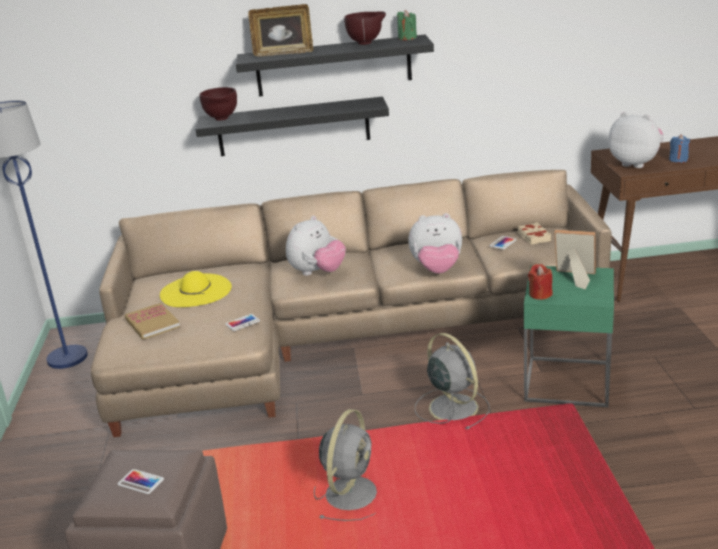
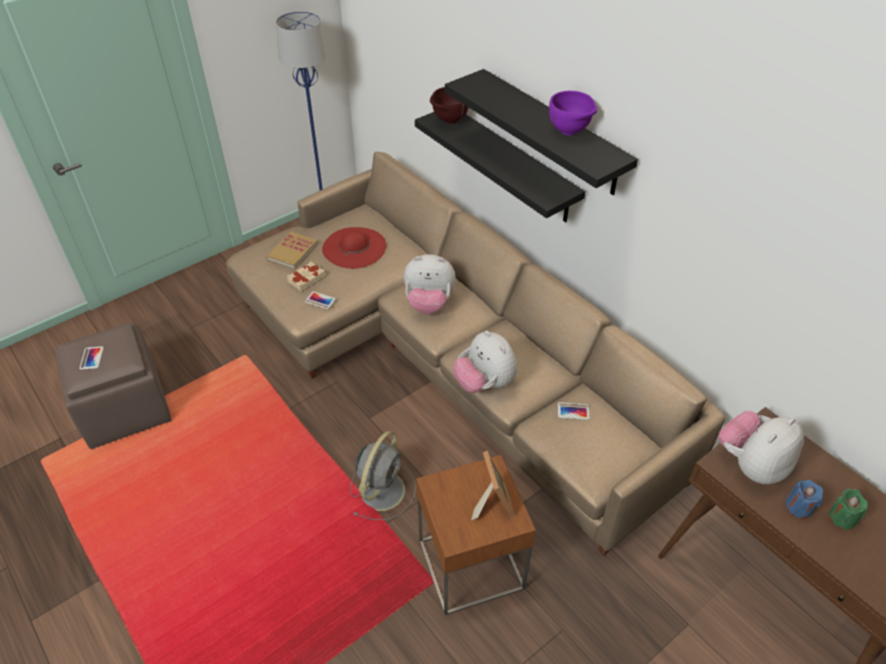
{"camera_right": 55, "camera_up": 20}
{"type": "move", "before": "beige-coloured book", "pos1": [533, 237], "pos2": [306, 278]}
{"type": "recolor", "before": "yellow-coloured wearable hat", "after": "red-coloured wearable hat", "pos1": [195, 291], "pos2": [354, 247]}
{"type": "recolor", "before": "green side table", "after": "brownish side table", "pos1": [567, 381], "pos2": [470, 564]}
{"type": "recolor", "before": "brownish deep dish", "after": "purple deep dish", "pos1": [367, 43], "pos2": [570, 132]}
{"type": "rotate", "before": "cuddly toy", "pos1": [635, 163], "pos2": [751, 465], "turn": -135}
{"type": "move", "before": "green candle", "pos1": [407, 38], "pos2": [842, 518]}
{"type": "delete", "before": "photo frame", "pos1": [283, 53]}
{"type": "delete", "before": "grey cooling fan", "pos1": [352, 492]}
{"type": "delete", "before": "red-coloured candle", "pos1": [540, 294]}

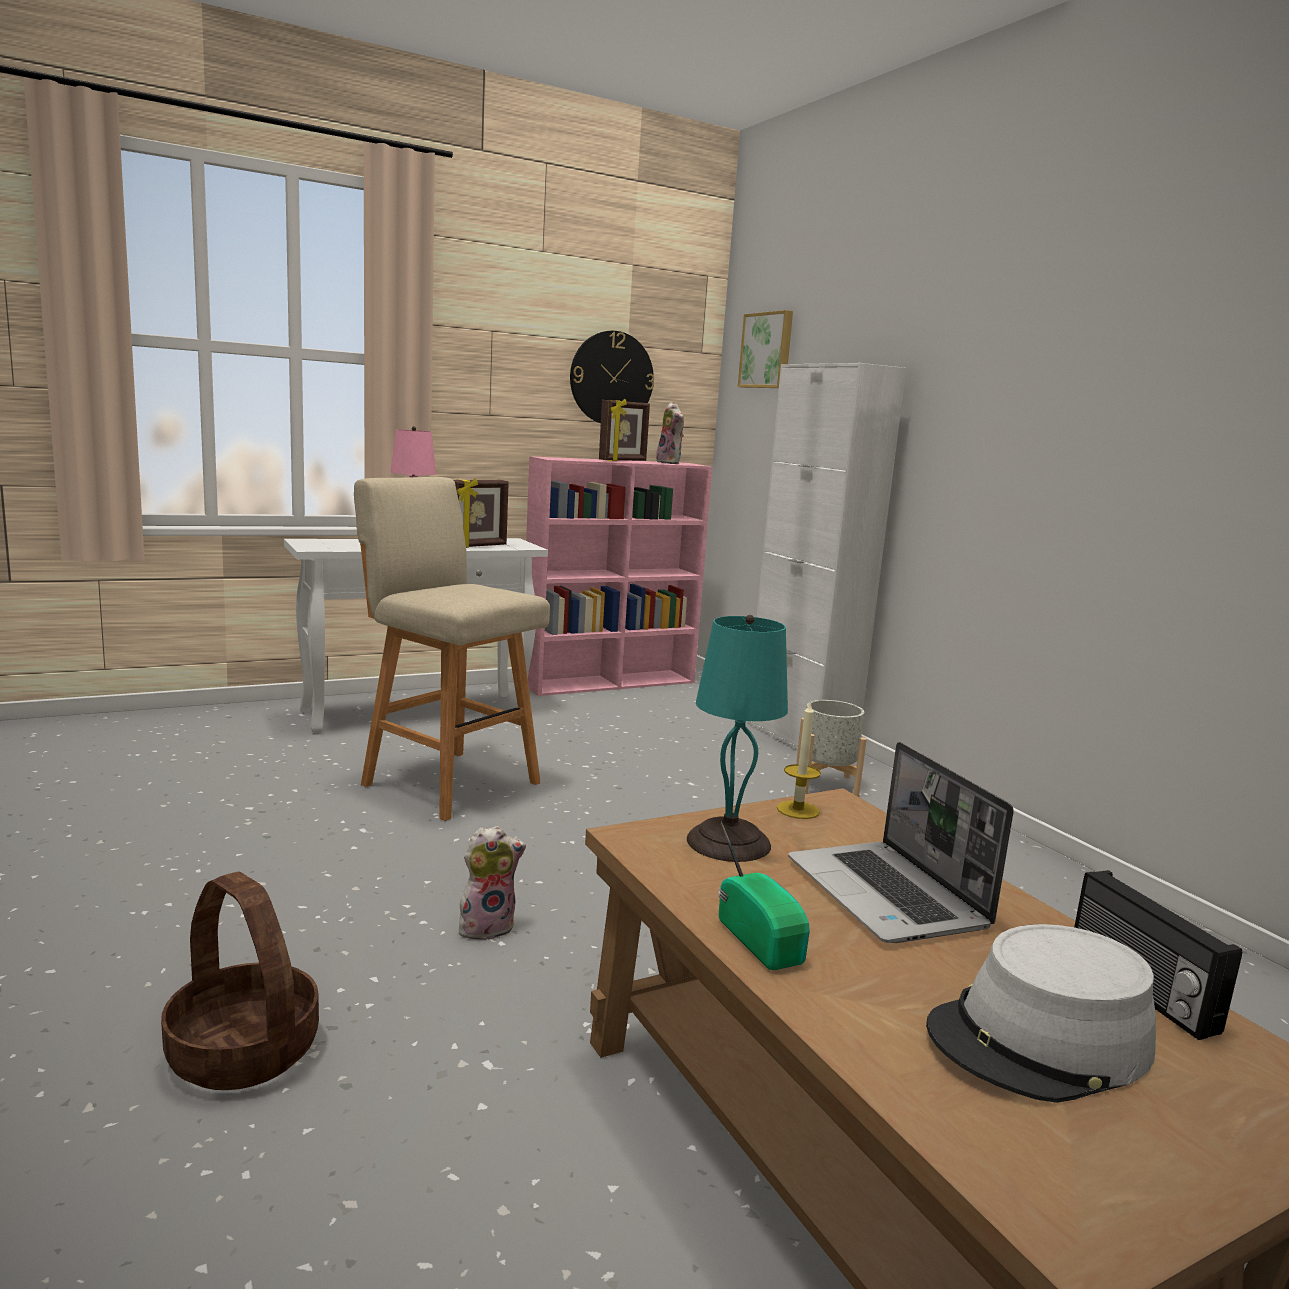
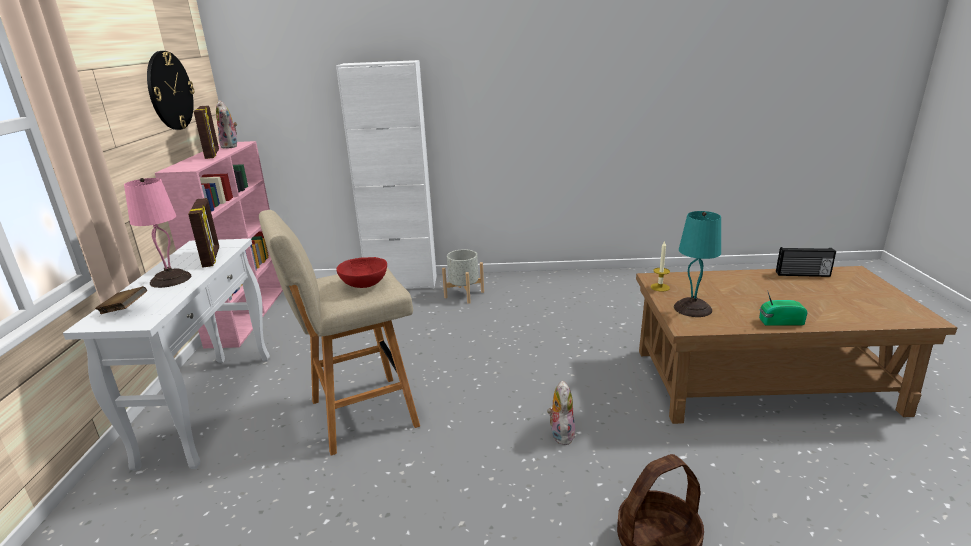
{"camera_right": -60, "camera_up": 10}
{"type": "insert", "after": "brownish book", "pos2": [125, 310]}
{"type": "rotate", "before": "cuddly toy", "pos1": [670, 463], "pos2": [231, 146], "turn": 60}
{"type": "insert", "after": "red-coloured deep dish", "pos2": [363, 285]}
{"type": "delete", "before": "wall picture", "pos1": [767, 350]}
{"type": "delete", "before": "notebook computer", "pos1": [888, 895]}
{"type": "delete", "before": "grey wearable hat", "pos1": [1040, 1040]}

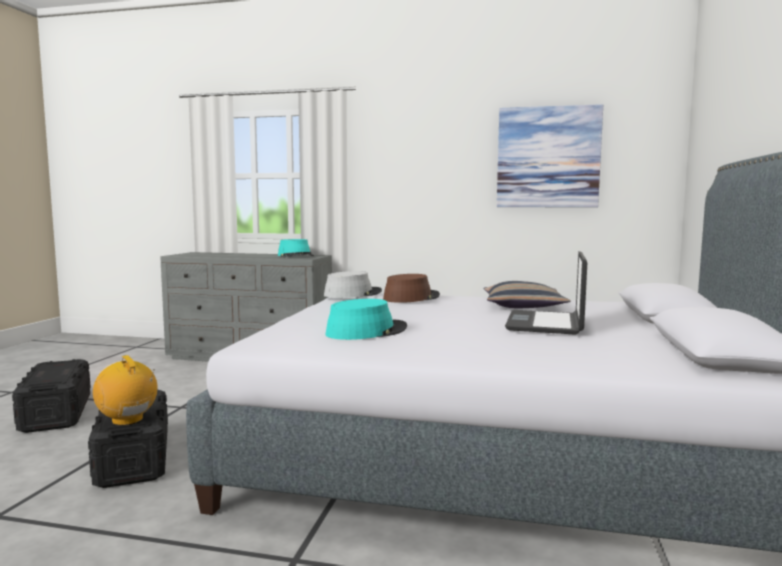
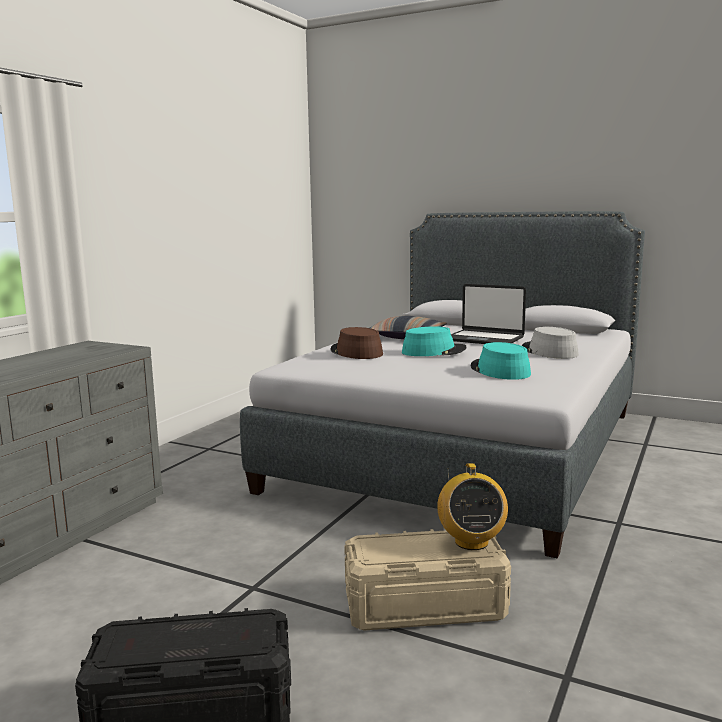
{"camera_right": -75, "camera_up": 5}
{"type": "recolor", "before": "black-coloured storage box", "after": "beige-coloured storage box", "pos1": [134, 457], "pos2": [424, 605]}
{"type": "move", "before": "turquoise wearable hat", "pos1": [296, 256], "pos2": [433, 351]}
{"type": "rotate", "before": "radio set", "pos1": [128, 420], "pos2": [471, 542], "turn": -60}
{"type": "move", "before": "grey wearable hat", "pos1": [353, 294], "pos2": [549, 352]}
{"type": "delete", "before": "wall picture", "pos1": [548, 157]}

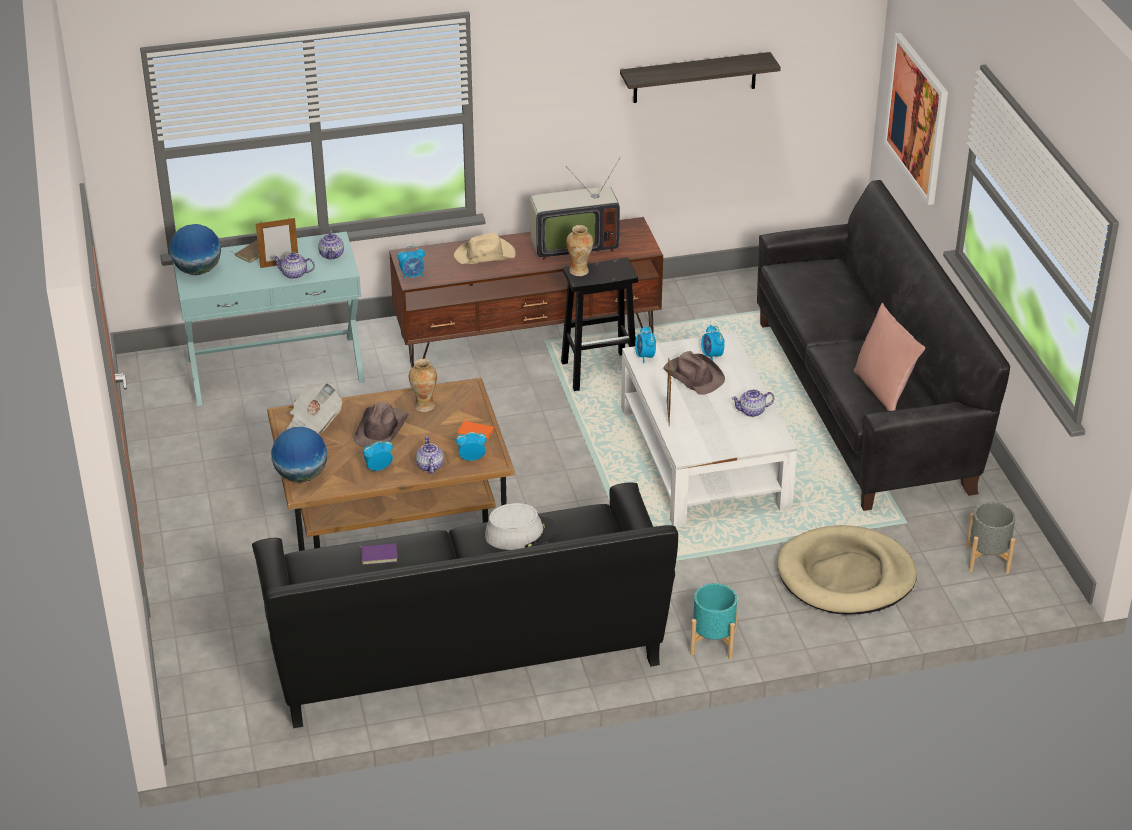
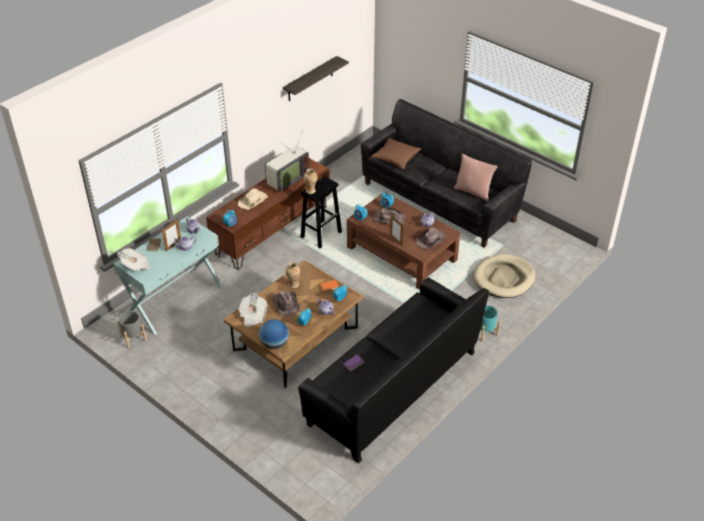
{"camera_right": -35, "camera_up": 5}
{"type": "move", "before": "grey plant pot", "pos1": [987, 559], "pos2": [133, 338]}
{"type": "replace", "before": "desk globe", "after": "newspaper", "pos1": [198, 270], "pos2": [136, 266]}
{"type": "recolor", "before": "white-coloured low table", "after": "brownish low table", "pos1": [704, 458], "pos2": [402, 254]}
{"type": "insert", "after": "brownish pillow", "pos2": [396, 158]}
{"type": "insert", "after": "brownish wearable hat", "pos2": [431, 240]}
{"type": "delete", "before": "grey wearable hat", "pos1": [521, 533]}
{"type": "delete", "before": "wall picture", "pos1": [917, 118]}

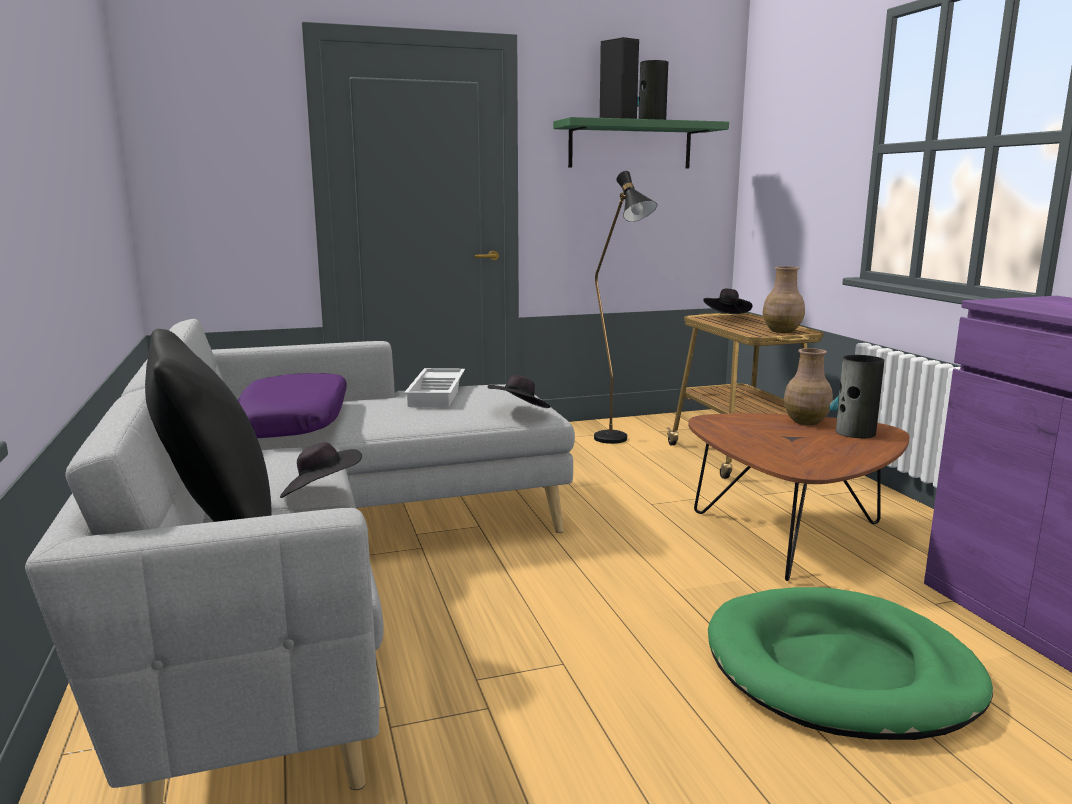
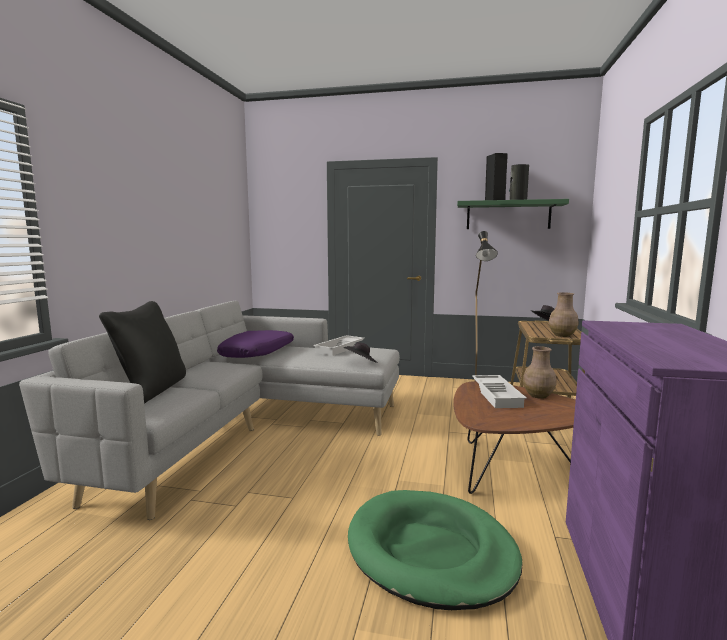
{"camera_right": 30, "camera_up": -5}
{"type": "insert", "after": "white-coloured carrying tray", "pos2": [498, 395]}
{"type": "delete", "before": "black-coloured wearable hat", "pos1": [321, 493]}
{"type": "delete", "before": "decorative vase", "pos1": [855, 433]}

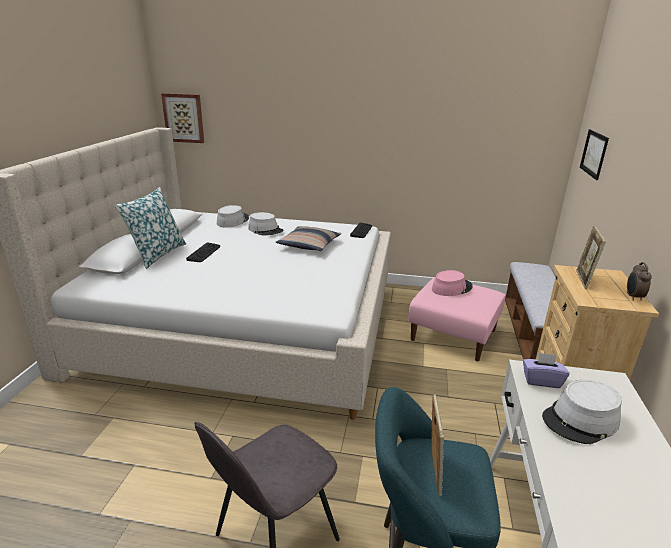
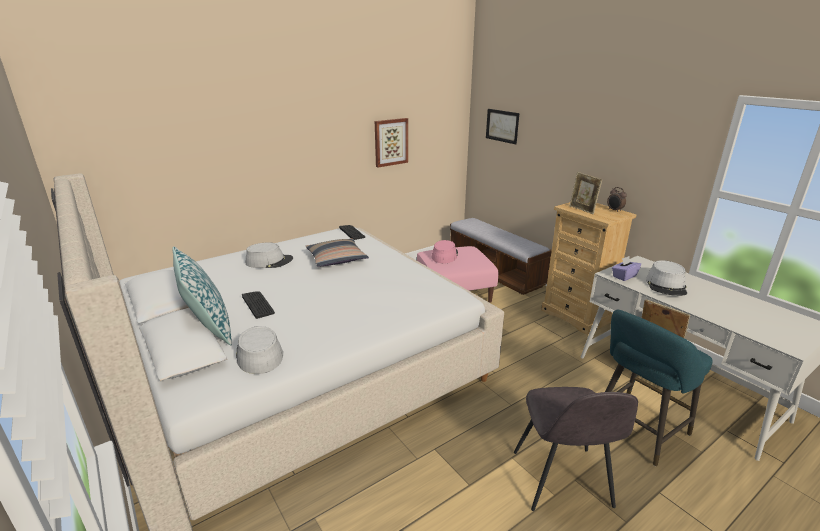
{"camera_right": -45, "camera_up": 0}
{"type": "move", "before": "grey wearable hat", "pos1": [232, 221], "pos2": [259, 354]}
{"type": "move", "before": "wall picture", "pos1": [184, 118], "pos2": [391, 142]}

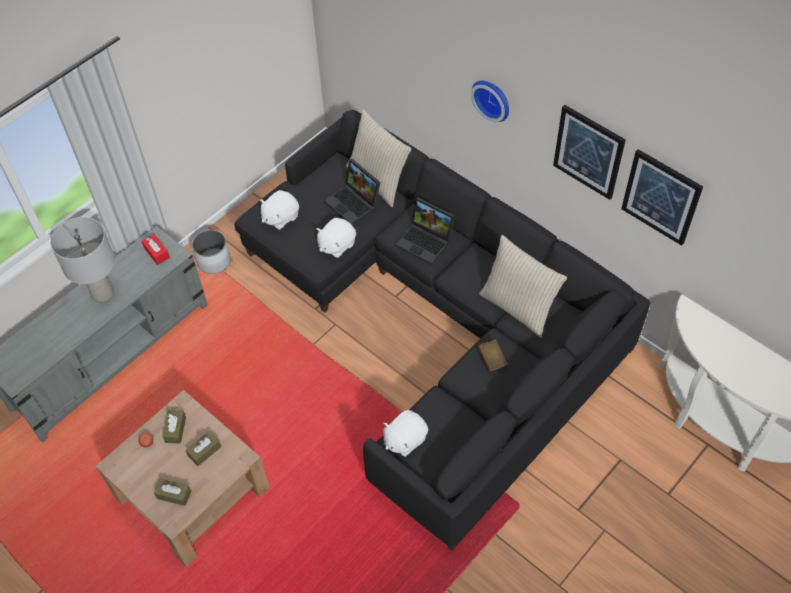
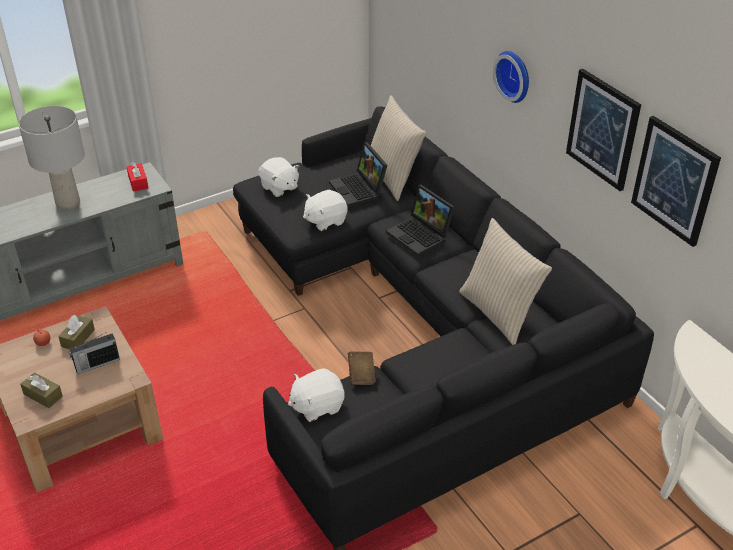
{"camera_right": 15, "camera_up": -15}
{"type": "replace", "before": "brownish tissue holder", "after": "radio set", "pos1": [204, 451], "pos2": [96, 364]}
{"type": "rotate", "before": "white-coloured cuddly toy", "pos1": [280, 217], "pos2": [279, 188], "turn": -105}
{"type": "move", "before": "brownish book", "pos1": [491, 359], "pos2": [361, 374]}
{"type": "delete", "before": "white-coloured plant pot", "pos1": [214, 261]}

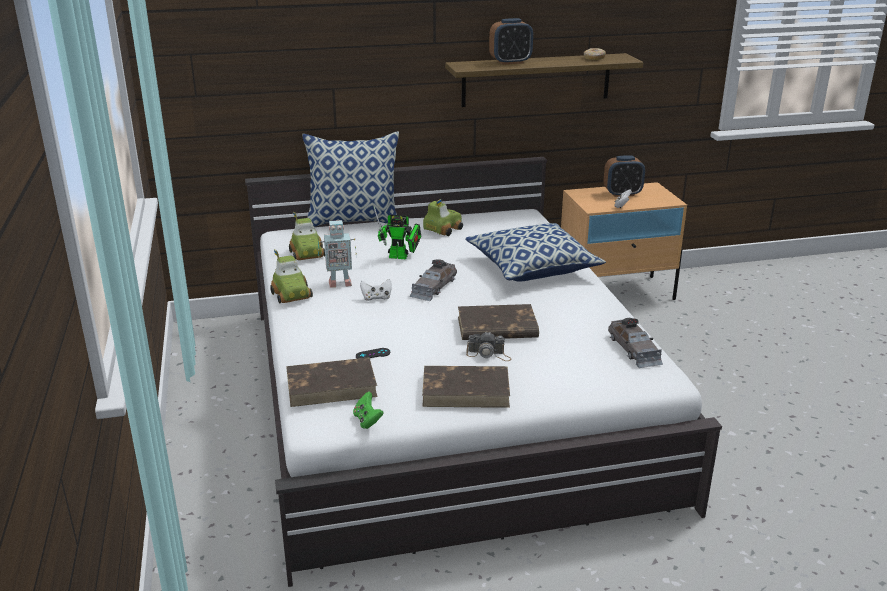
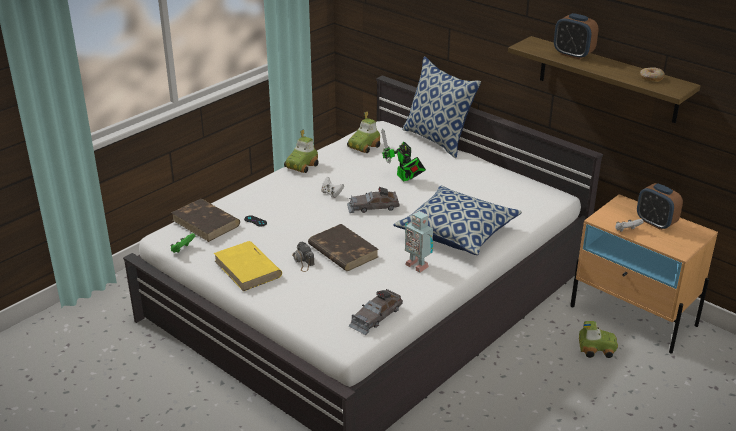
{"camera_right": 55, "camera_up": 5}
{"type": "recolor", "before": "brownish book", "after": "yellow-coloured book", "pos1": [466, 390], "pos2": [248, 269]}
{"type": "move", "before": "toy robot", "pos1": [339, 283], "pos2": [417, 265]}
{"type": "move", "before": "miniature car", "pos1": [442, 229], "pos2": [596, 348]}

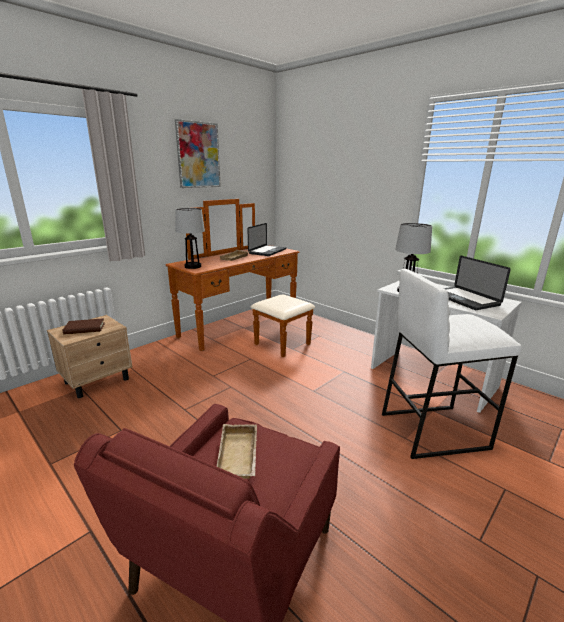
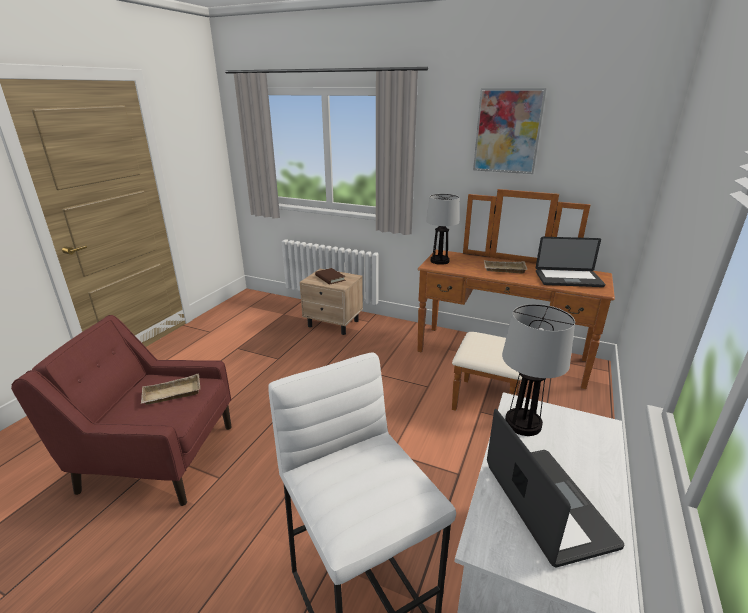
{"camera_right": 70, "camera_up": 5}
{"type": "rotate", "before": "notebook computer", "pos1": [464, 299], "pos2": [547, 504], "turn": 120}

